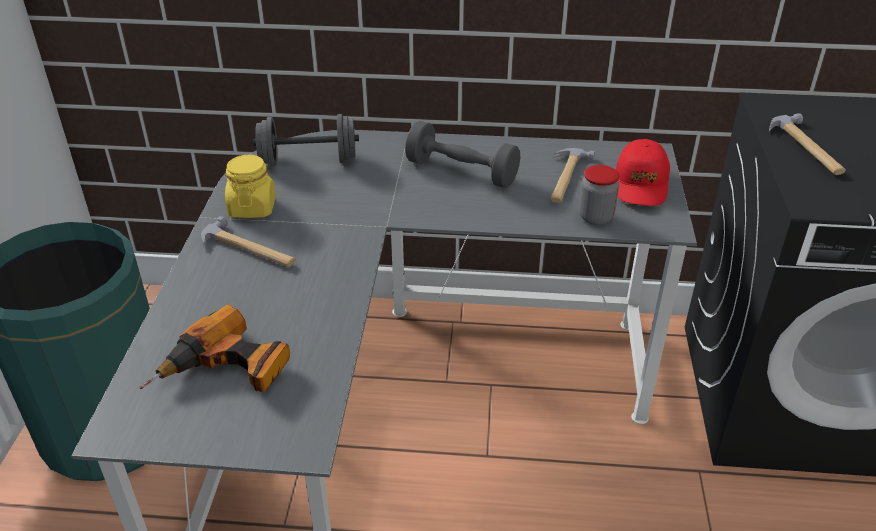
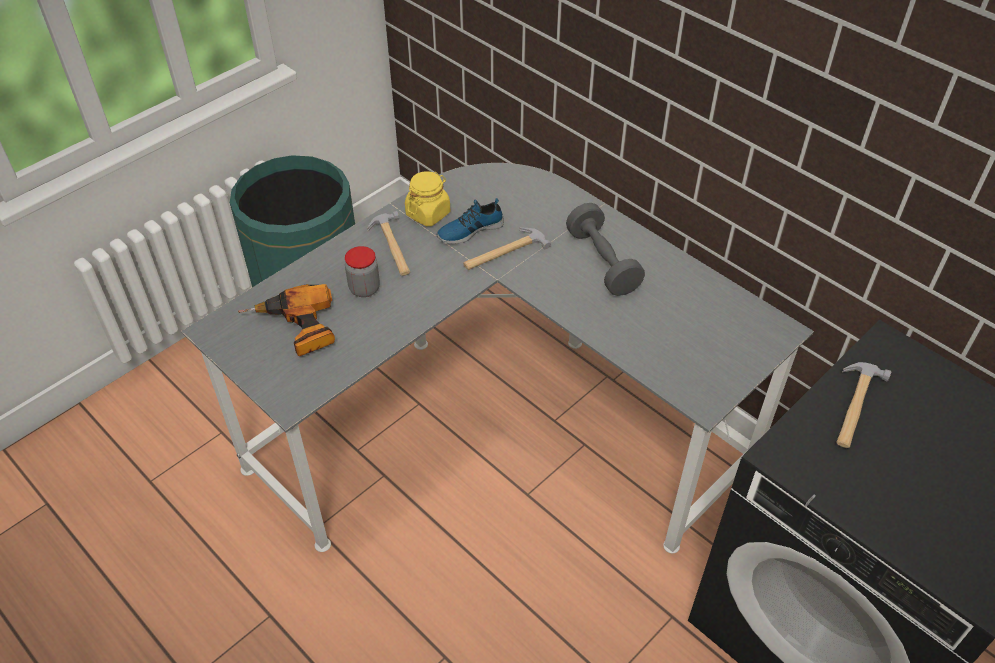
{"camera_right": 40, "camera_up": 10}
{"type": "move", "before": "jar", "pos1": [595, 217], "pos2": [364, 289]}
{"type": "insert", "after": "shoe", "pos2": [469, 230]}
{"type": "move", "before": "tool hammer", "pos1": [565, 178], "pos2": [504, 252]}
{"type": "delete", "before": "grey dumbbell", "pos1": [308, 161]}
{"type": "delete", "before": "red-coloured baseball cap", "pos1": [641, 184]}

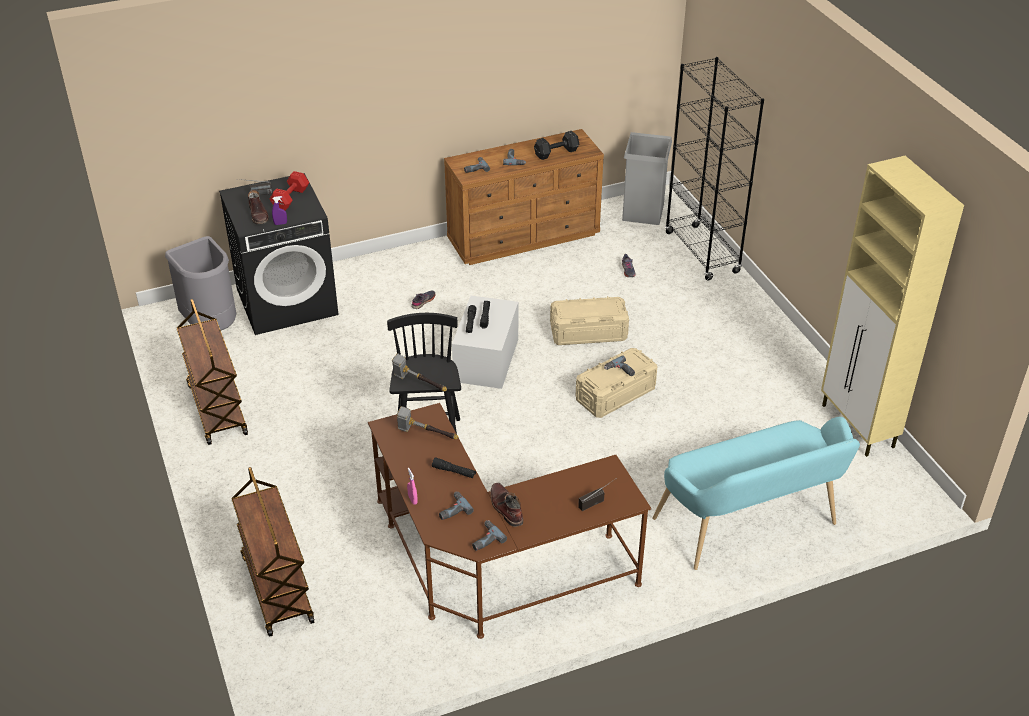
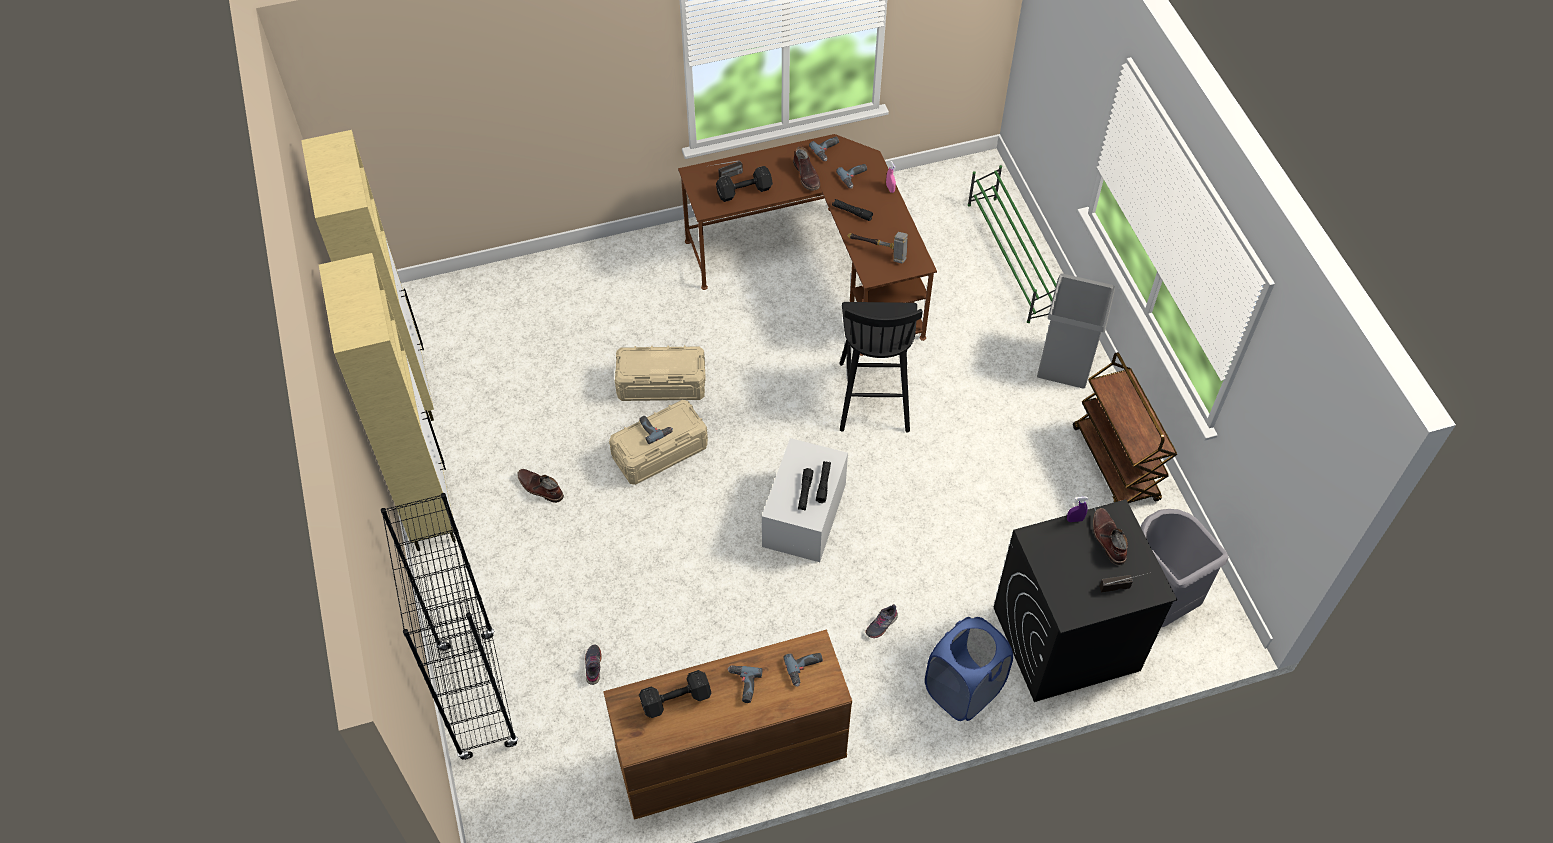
{"camera_right": -175, "camera_up": 15}
{"type": "insert", "after": "beige-coloured storage cabinet", "pos2": [429, 506]}
{"type": "insert", "after": "brownish tall boot", "pos2": [540, 488]}
{"type": "move", "before": "beige-coloured storage box", "pos1": [588, 333], "pos2": [661, 384]}
{"type": "insert", "after": "black-coloured dumbbell", "pos2": [743, 191]}
{"type": "insert", "after": "bluish washing basket", "pos2": [963, 690]}
{"type": "replace", "before": "brownish cart", "after": "green shoe shelf", "pos1": [276, 588], "pos2": [1011, 259]}
{"type": "move", "before": "grey rubbish bin", "pos1": [643, 212], "pos2": [1065, 364]}
{"type": "delete", "before": "red-coloured dumbbell", "pos1": [289, 199]}
{"type": "delete", "before": "tool hammer", "pos1": [418, 384]}
{"type": "delete", "before": "turquoise bench", "pos1": [750, 526]}

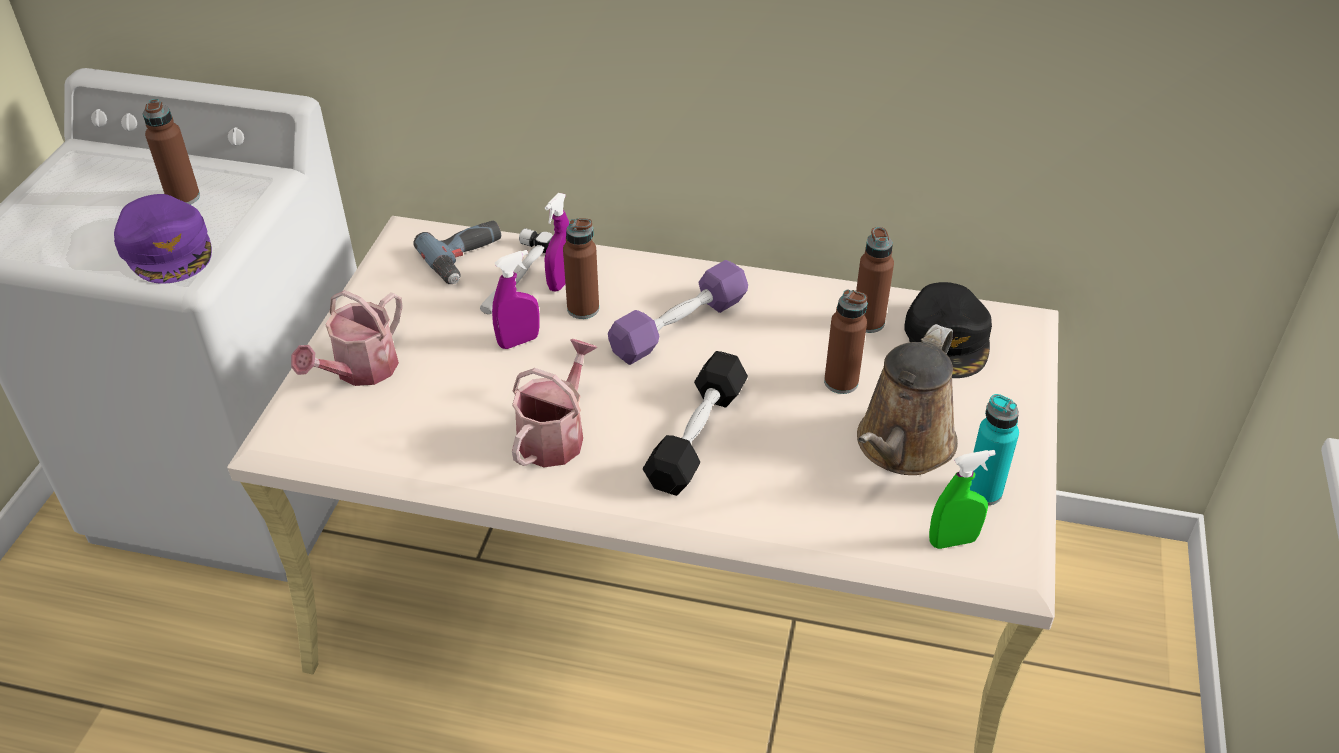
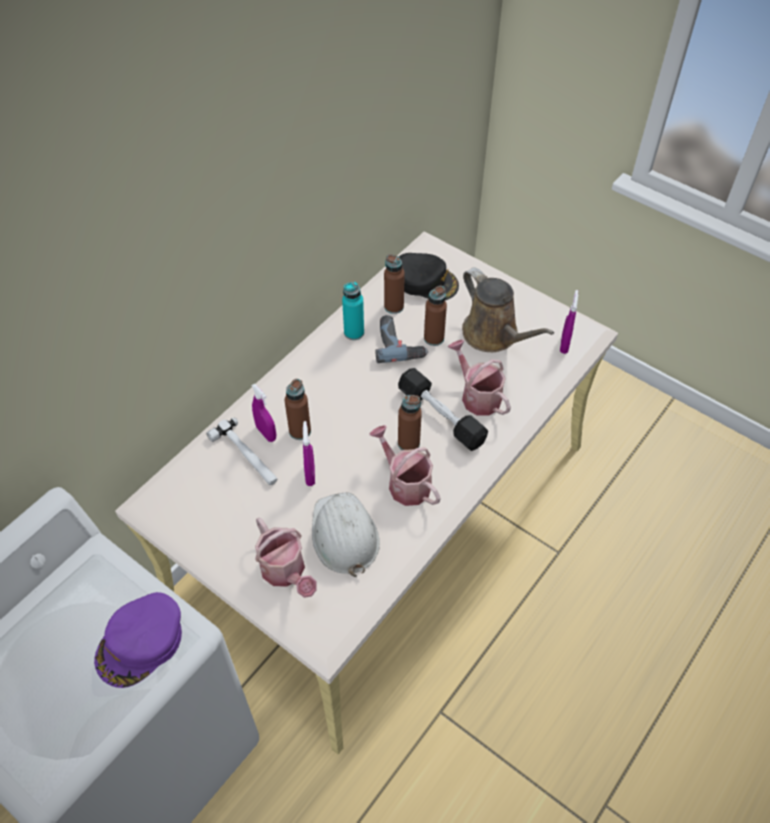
{"camera_right": -65, "camera_up": 10}
{"type": "rotate", "before": "purple baseball cap", "pos1": [167, 248], "pos2": [141, 643], "turn": 135}
{"type": "insert", "after": "white-coloured hard hat", "pos2": [344, 535]}
{"type": "move", "before": "turquoise beverage bottle", "pos1": [983, 491], "pos2": [354, 332]}
{"type": "move", "before": "electric drill", "pos1": [467, 259], "pos2": [399, 343]}
{"type": "move", "before": "brownish beverage bottle", "pos1": [183, 197], "pos2": [408, 443]}
{"type": "insert", "after": "watering pot", "pos2": [477, 395]}
{"type": "recolor", "before": "green sprayer", "after": "purple sprayer", "pos1": [953, 541], "pos2": [564, 345]}
{"type": "delete", "before": "purple dumbbell", "pos1": [679, 326]}

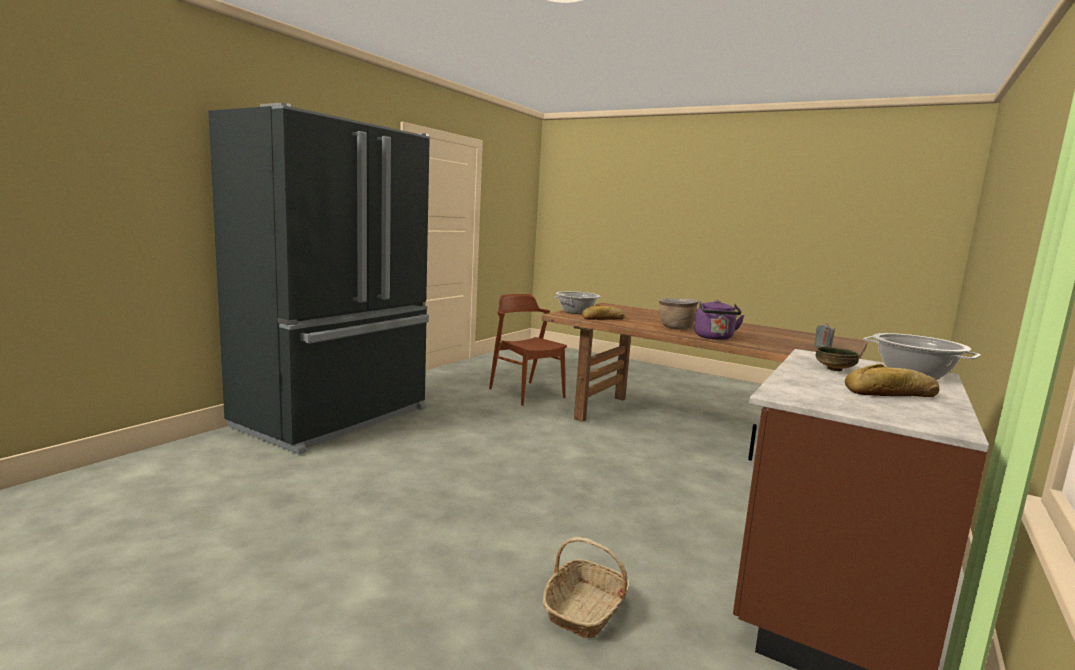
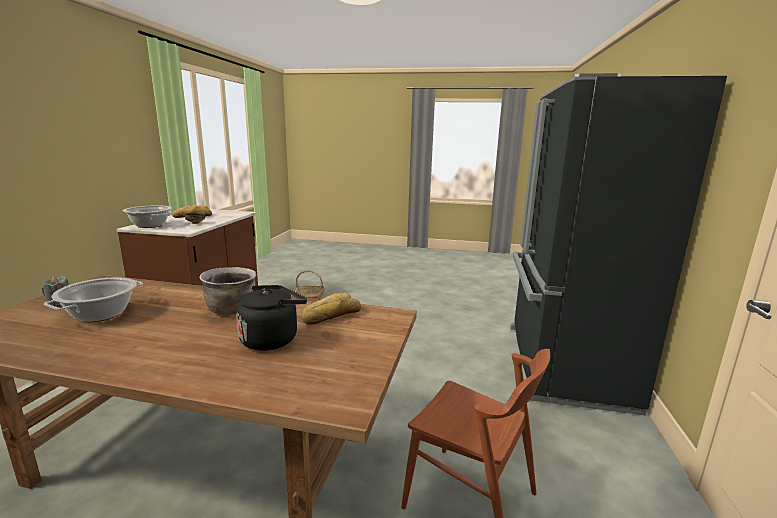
{"camera_right": 160, "camera_up": 5}
{"type": "move", "before": "stockpot", "pos1": [576, 312], "pos2": [101, 314]}
{"type": "insert", "after": "black-coloured water kettle", "pos2": [272, 339]}
{"type": "delete", "before": "purple water kettle", "pos1": [714, 338]}

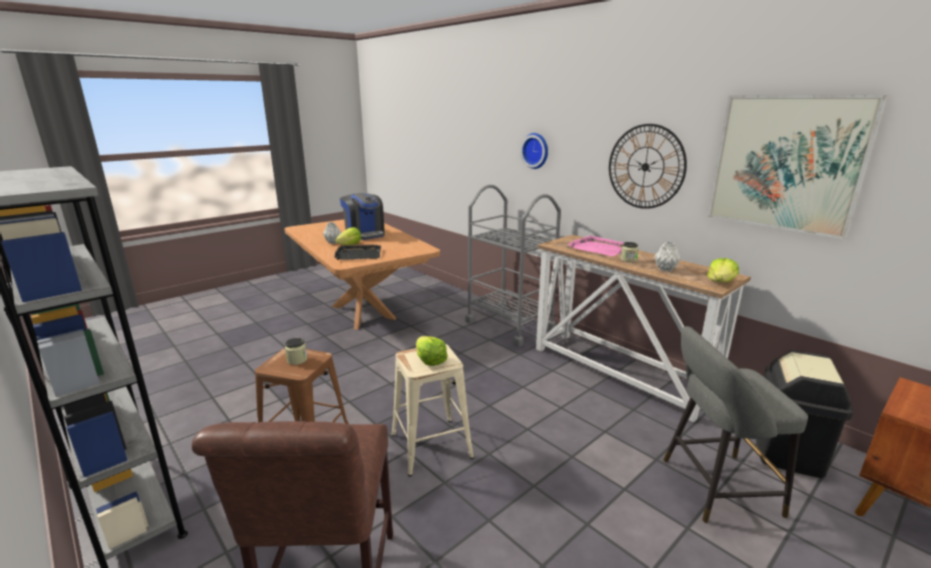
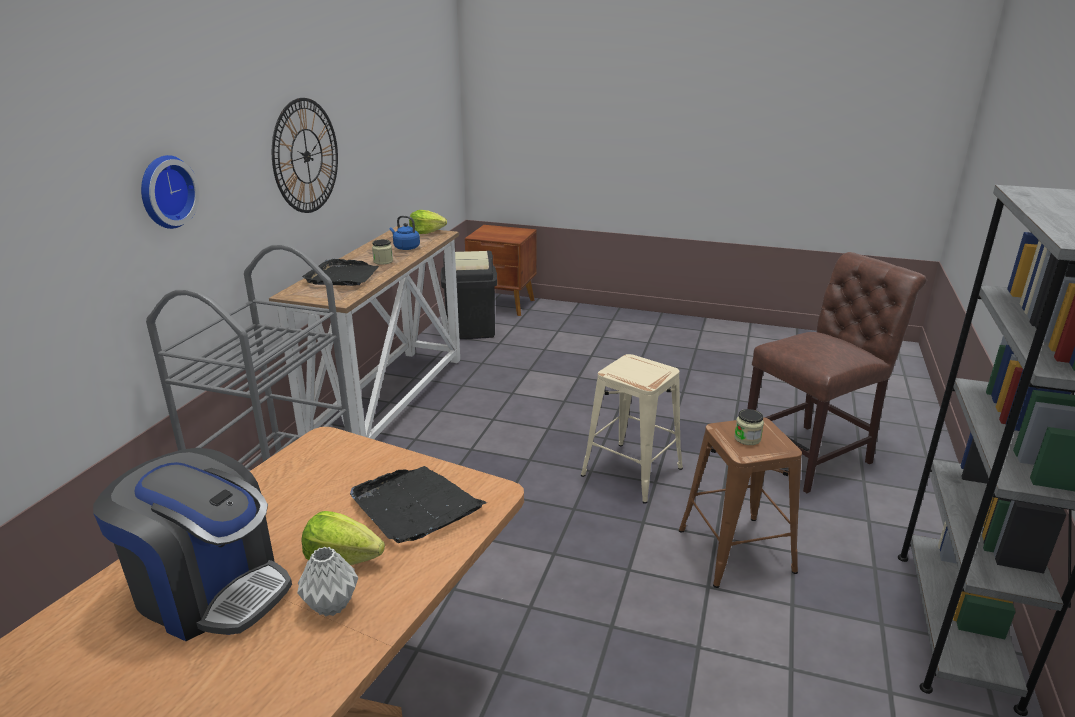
{"camera_right": -120, "camera_up": 5}
{"type": "rotate", "before": "coffee maker", "pos1": [365, 234], "pos2": [210, 590], "turn": 90}
{"type": "recolor", "before": "pink carrying tray", "after": "black-coloured carrying tray", "pos1": [599, 248], "pos2": [342, 276]}
{"type": "replace", "before": "grey decorative vase", "after": "bluish water kettle", "pos1": [665, 269], "pos2": [405, 247]}
{"type": "delete", "before": "head of lettuce", "pos1": [430, 360]}
{"type": "delete", "before": "grey stool", "pos1": [714, 487]}
{"type": "delete", "before": "wall picture", "pos1": [786, 163]}

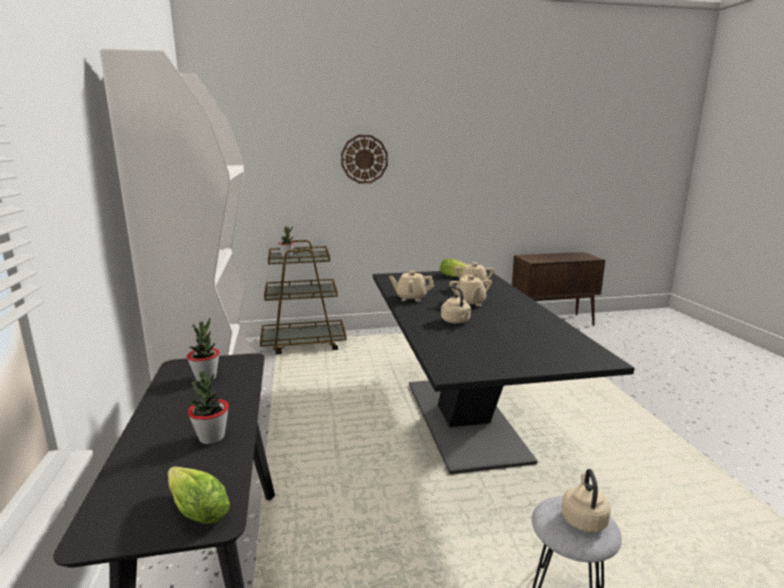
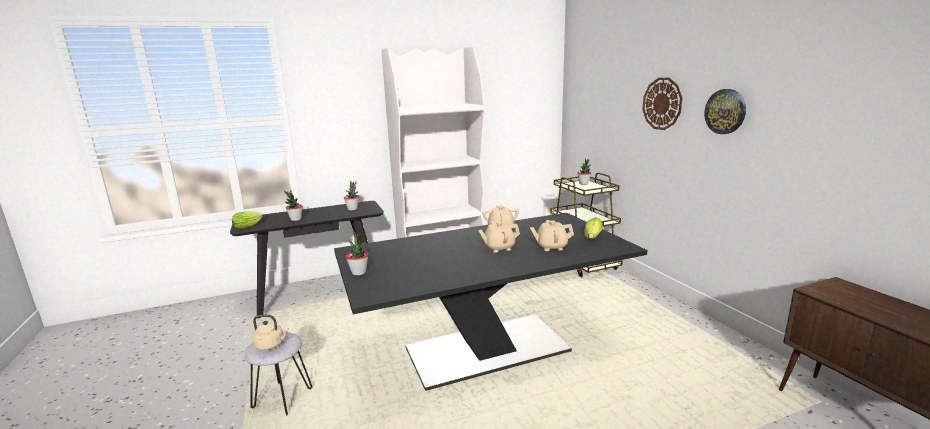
{"camera_right": 80, "camera_up": 0}
{"type": "insert", "after": "potted plant", "pos2": [359, 272]}
{"type": "insert", "after": "hanging clock", "pos2": [725, 111]}
{"type": "delete", "before": "beige-coloured water kettle", "pos1": [456, 321]}

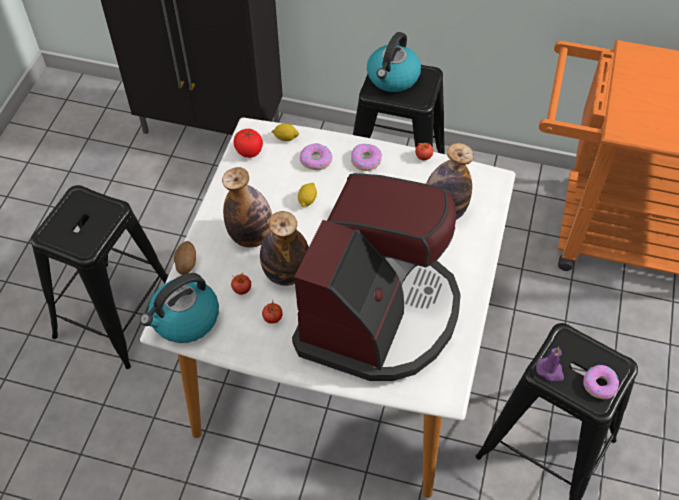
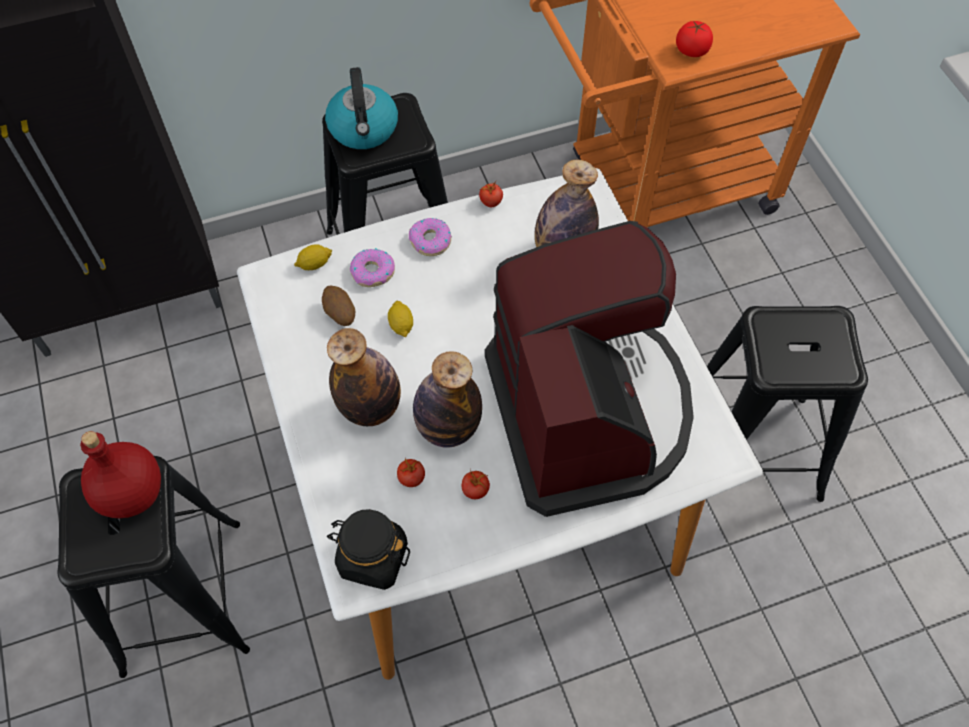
{"camera_right": -35, "camera_up": 5}
{"type": "insert", "after": "red-coloured beverage bottle", "pos2": [133, 494]}
{"type": "move", "before": "spud", "pos1": [186, 264], "pos2": [340, 314]}
{"type": "replace", "before": "water kettle", "after": "black-coloured jar", "pos1": [184, 319], "pos2": [372, 558]}
{"type": "move", "before": "fresh tomato", "pos1": [249, 151], "pos2": [691, 51]}
{"type": "delete", "before": "purple candle", "pos1": [550, 371]}
{"type": "delete", "before": "ring doughnut", "pos1": [600, 384]}

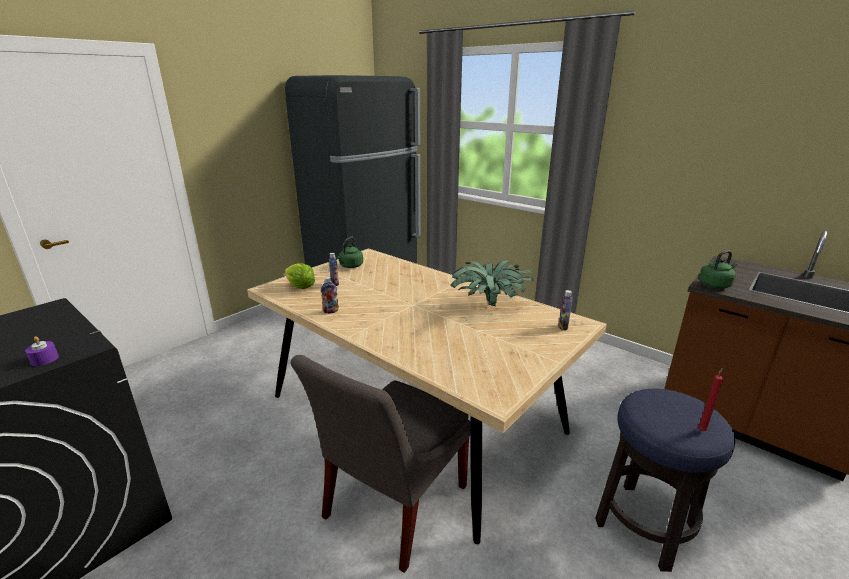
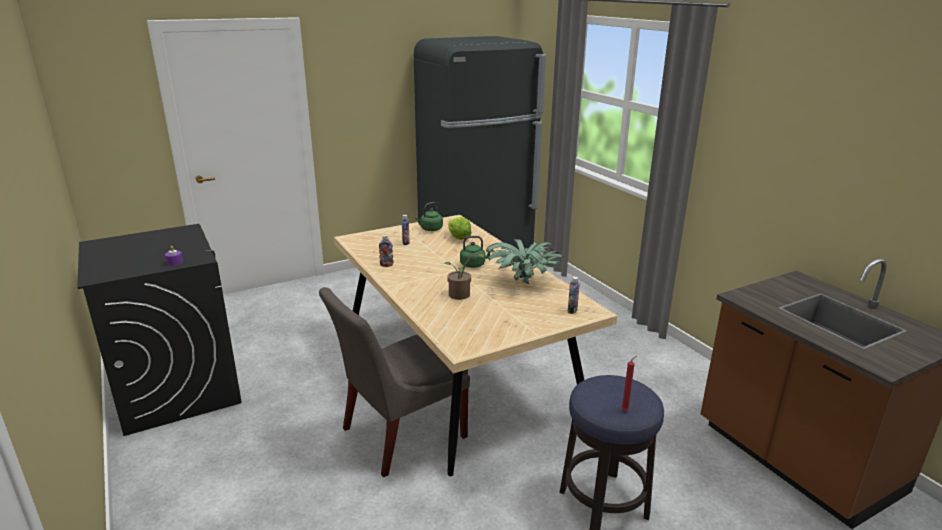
{"camera_right": 20, "camera_up": 0}
{"type": "insert", "after": "potted plant", "pos2": [461, 296]}
{"type": "move", "before": "head of lettuce", "pos1": [300, 287], "pos2": [458, 238]}
{"type": "move", "before": "green water kettle", "pos1": [715, 285], "pos2": [474, 264]}

